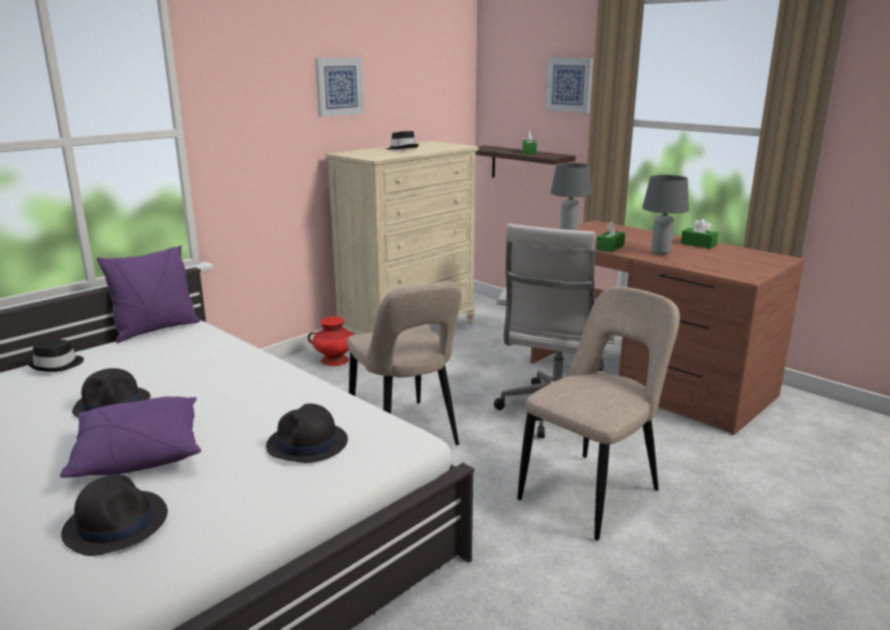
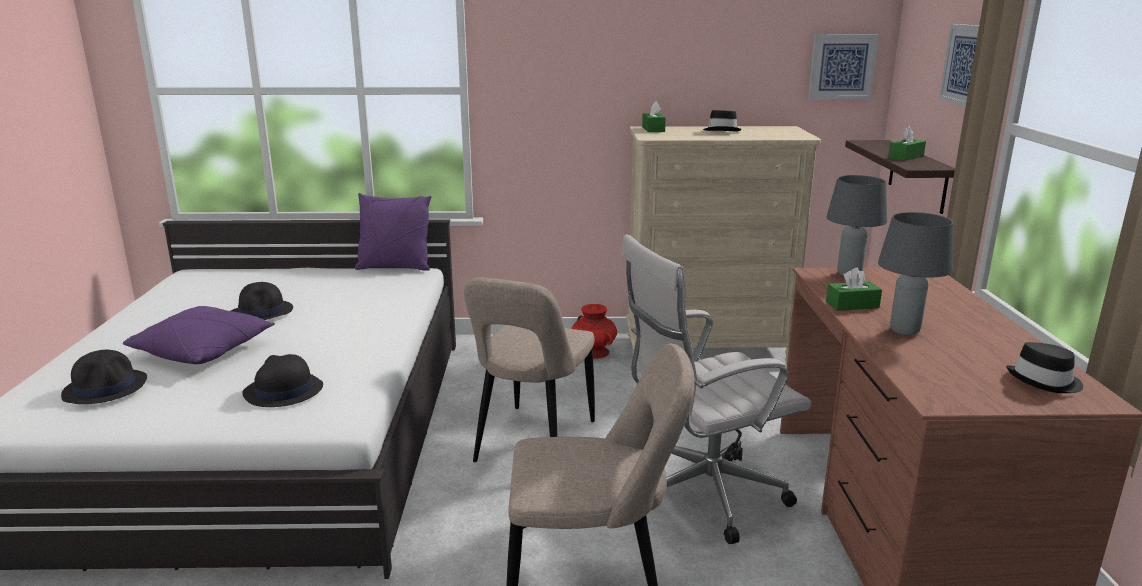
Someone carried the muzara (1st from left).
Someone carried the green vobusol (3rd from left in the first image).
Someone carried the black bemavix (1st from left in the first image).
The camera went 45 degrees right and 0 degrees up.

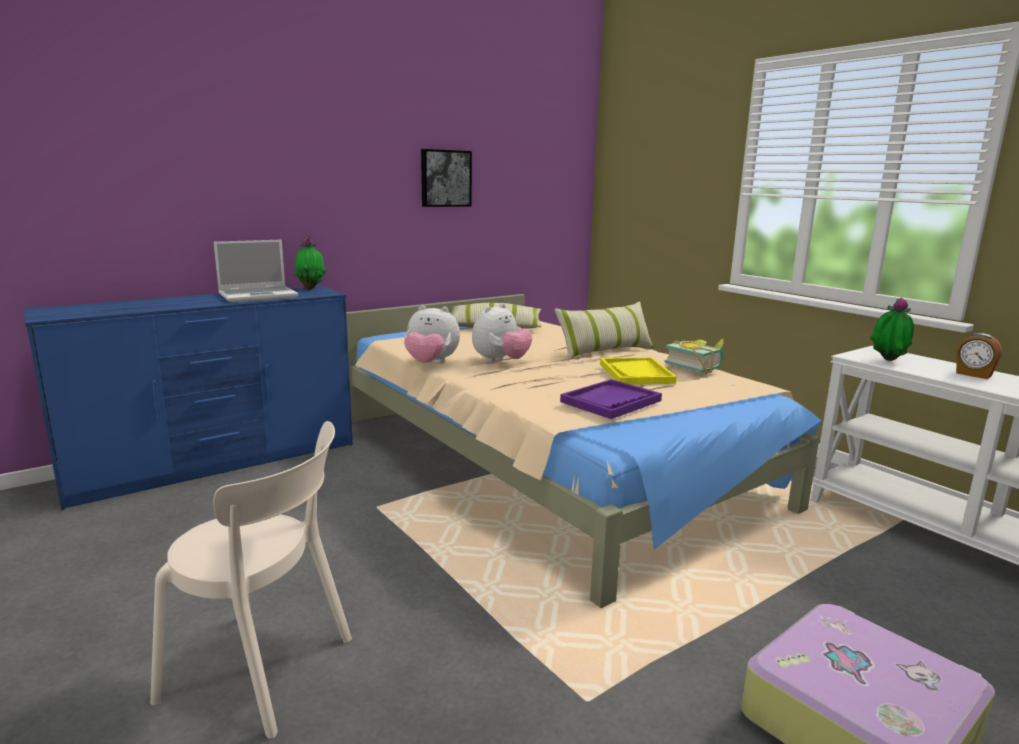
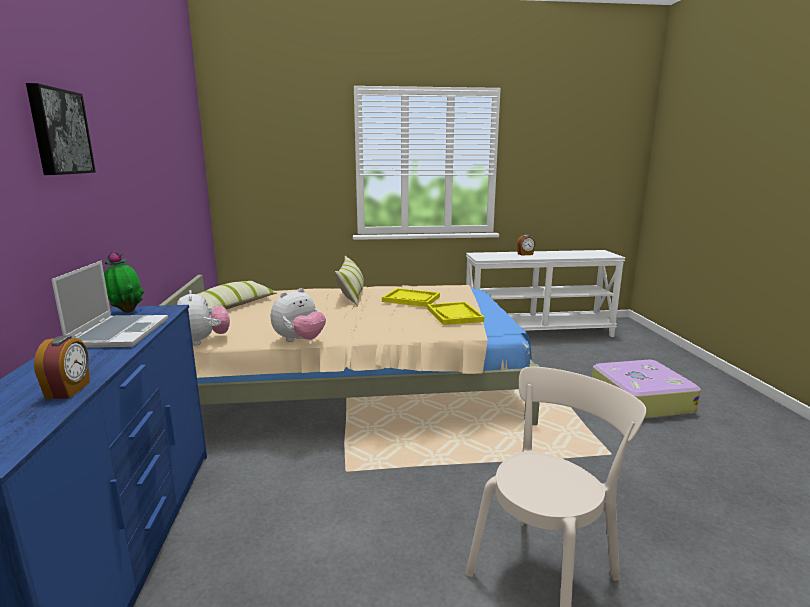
Someone carried the muzara.
Someone took away the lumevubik (2nd from left).
Someone carried the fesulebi (2nd from left in the first image).
Someone took away the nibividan.
Someone repainted the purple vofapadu, which became the yellow vofapadu (2nd from left).
Someone put down the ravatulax (1st from left).
The camera went 60 degrees left and 0 degrees up.

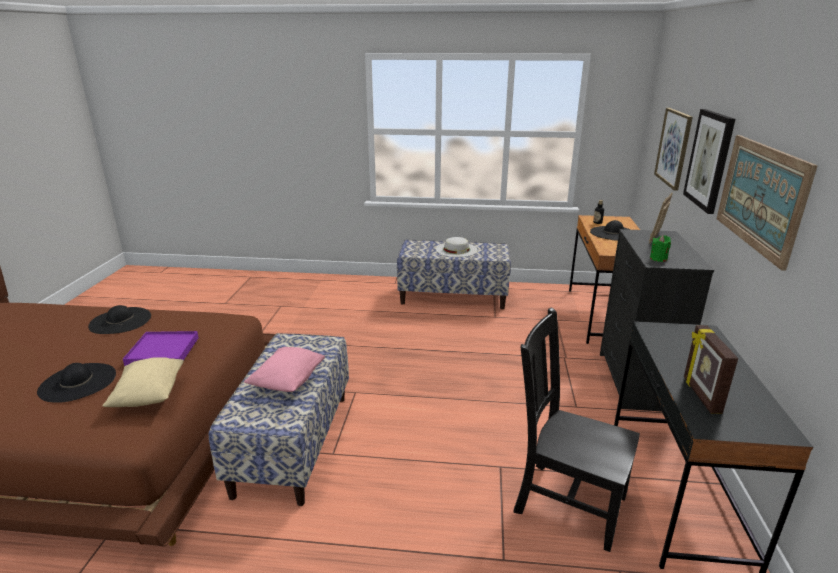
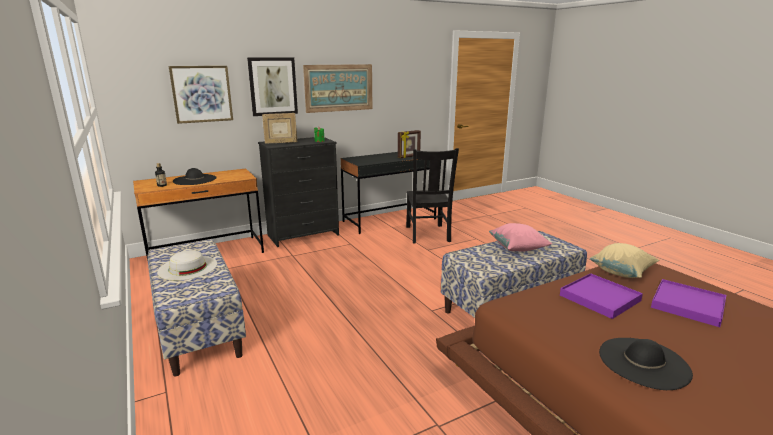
Someone swapped the black bemavix (1st from left) for the purple vofapadu (2nd from left).
The camera went 125 degrees left and 5 degrees down.

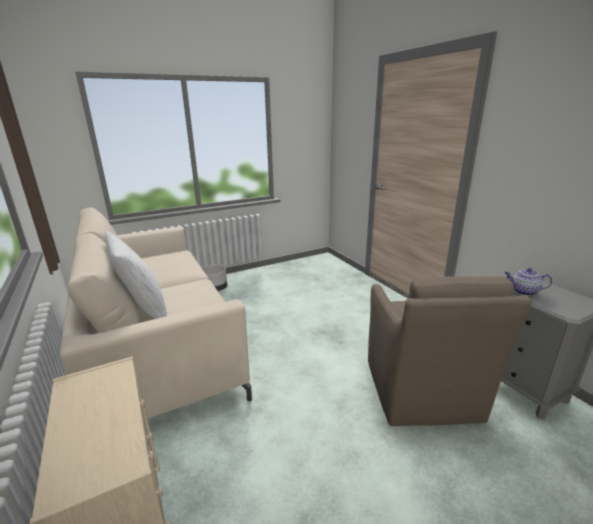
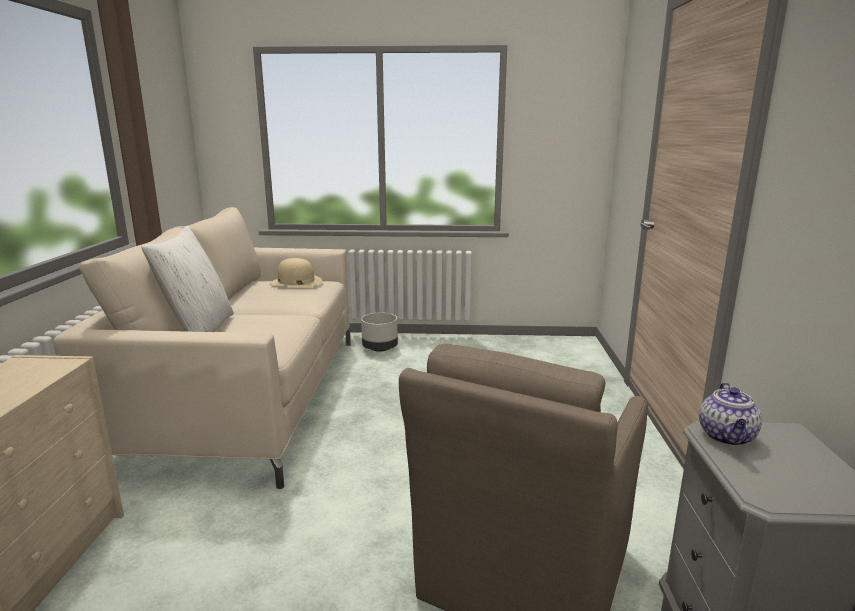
Someone rotated the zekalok by 120 degrees counterclockwise.
Someone put down the beige bemavix.
The camera went 30 degrees right and 5 degrees down.

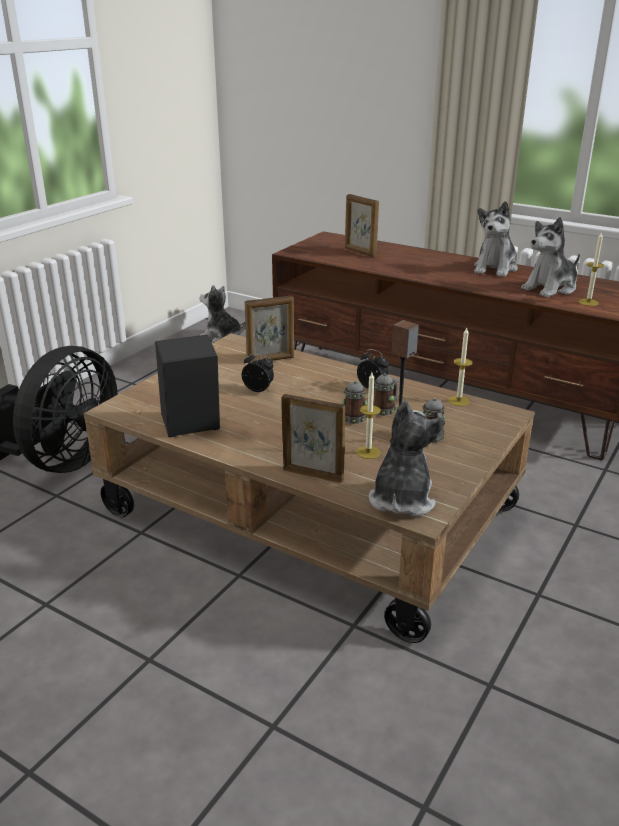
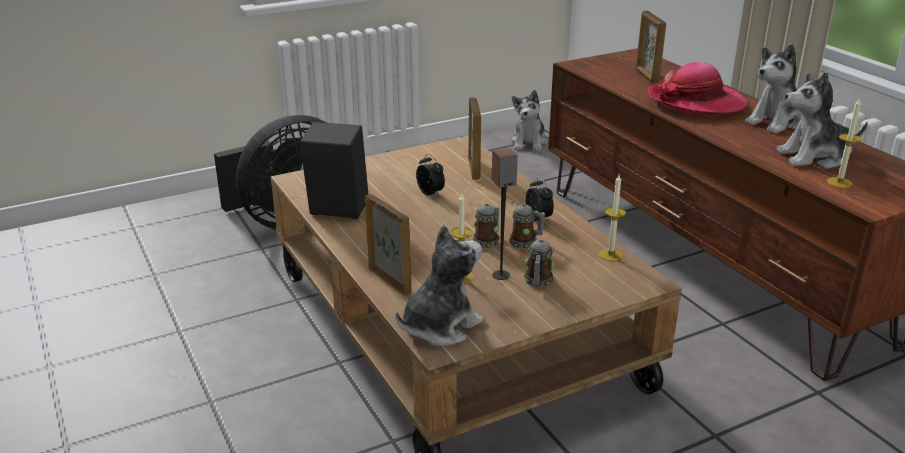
Someone rotated the fesulebi (1st from left in the first image) by 135 degrees counterclockwise.
Someone rotated the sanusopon (1st from left in the first image) by 105 degrees counterclockwise.
Someone put down the bemavix.
The camera went 30 degrees right and 0 degrees up.

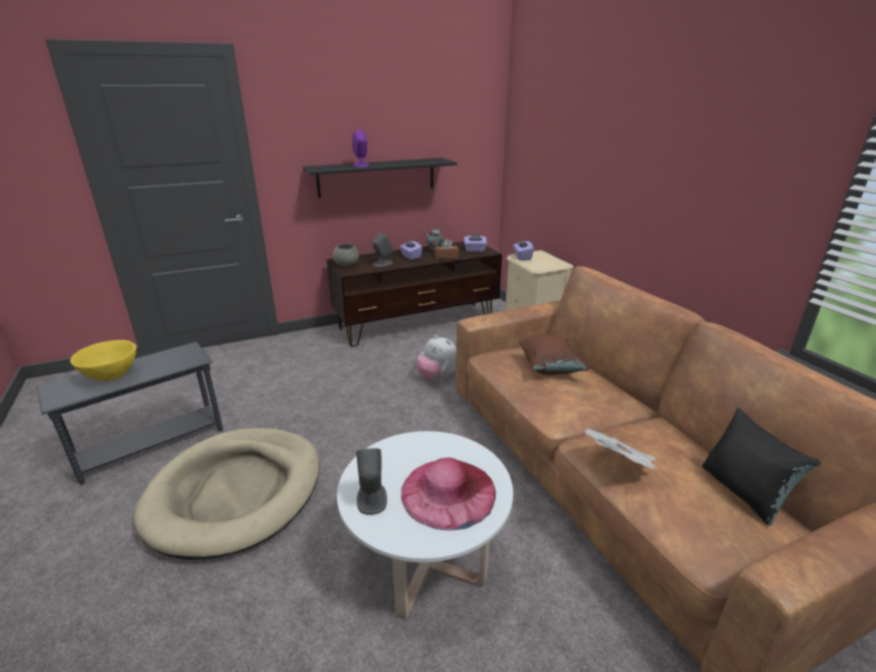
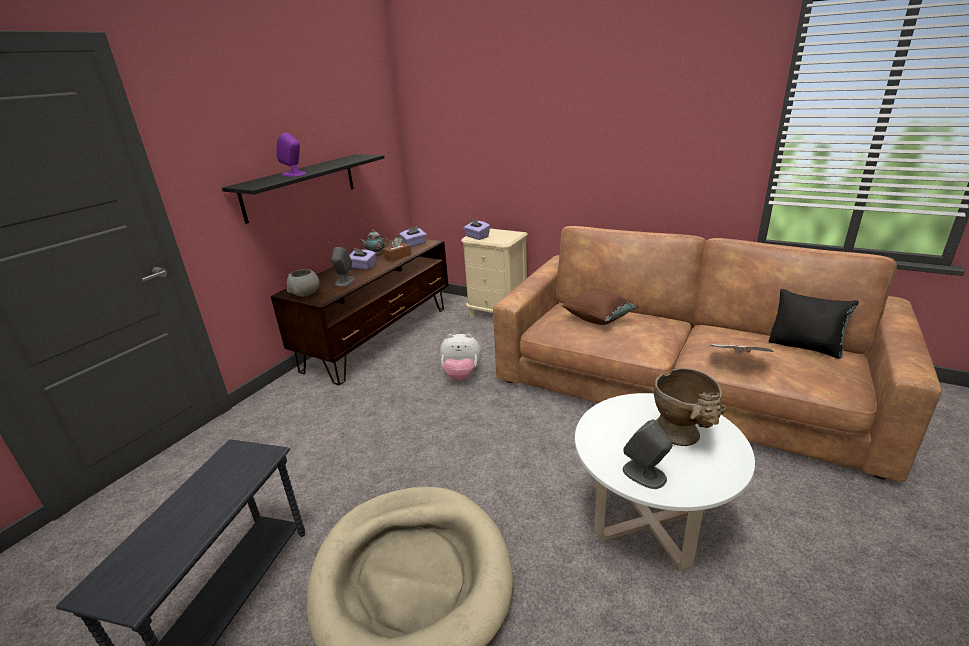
Someone took away the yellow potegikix.
Someone swapped the pink bemavix for the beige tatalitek.
The camera went 35 degrees left and 0 degrees up.

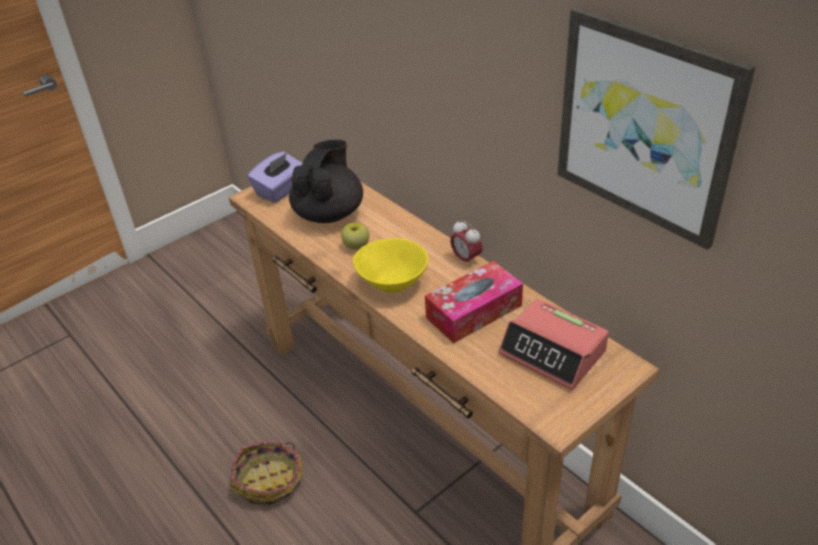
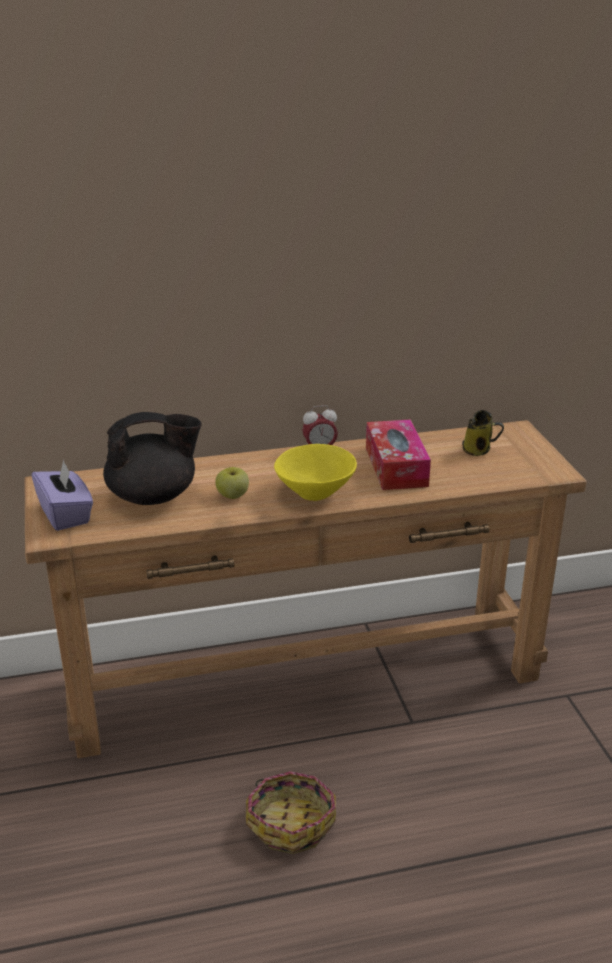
Someone took away the muzara.
Someone rotated the black zekalok by 120 degrees clockwise.
Someone swapped the ravatulax (2nd from left) for the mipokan.
The camera went 65 degrees left and 10 degrees down.

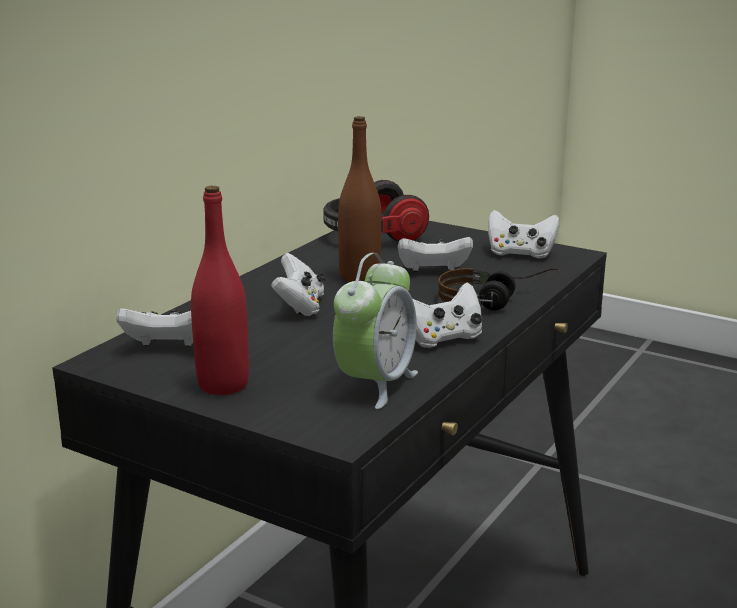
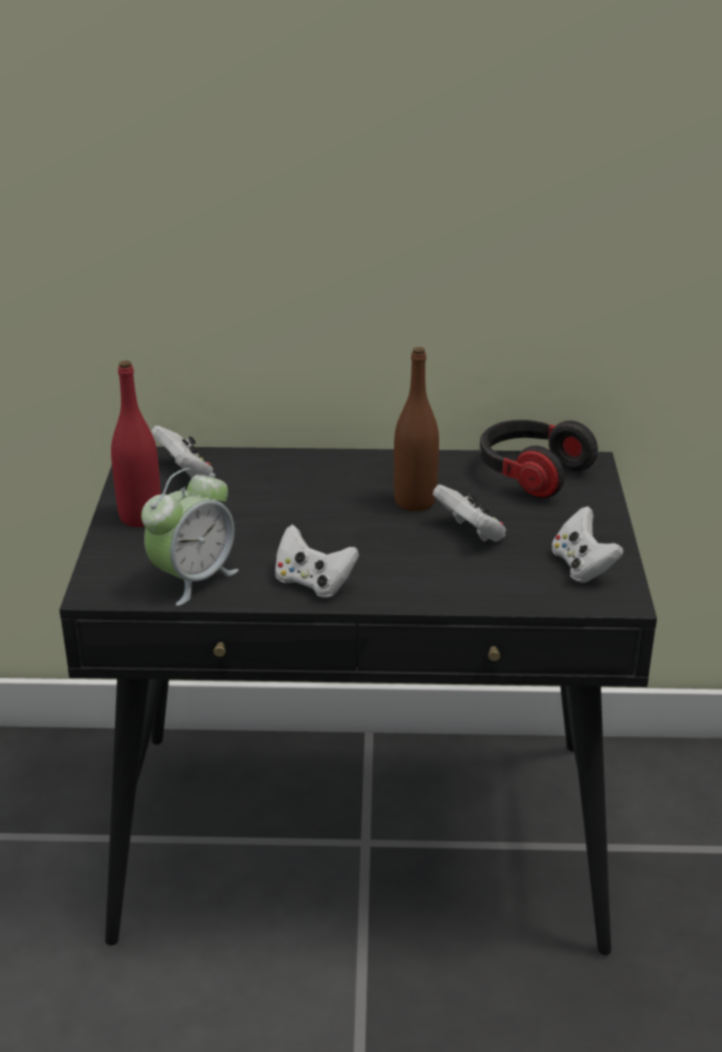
Someone took away the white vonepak (2nd from left).
Someone rotated the ravatulax by 45 degrees counterclockwise.
Someone took away the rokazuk (2nd from left).
The camera went 60 degrees right and 10 degrees up.

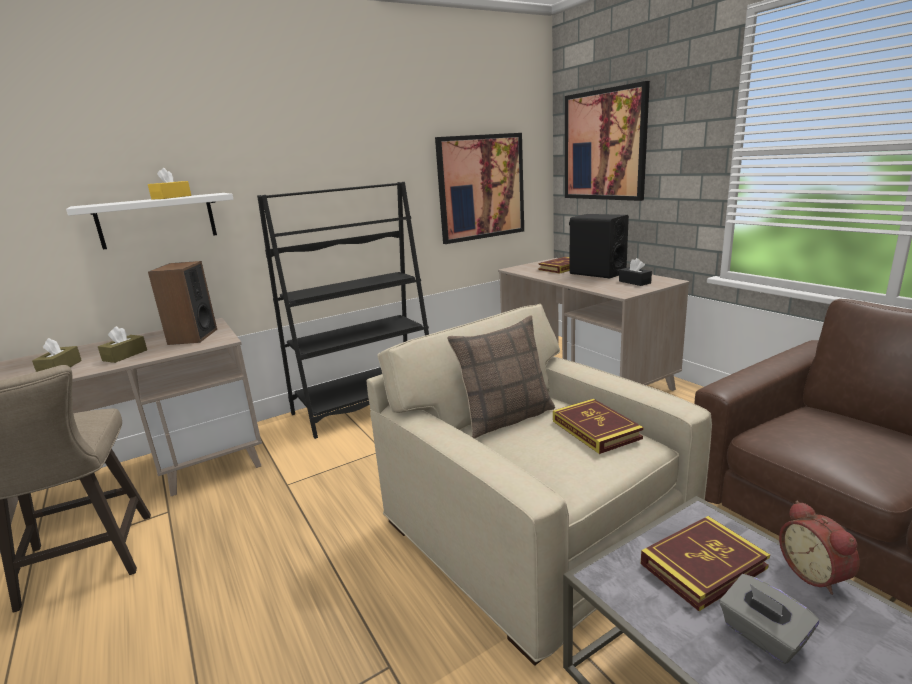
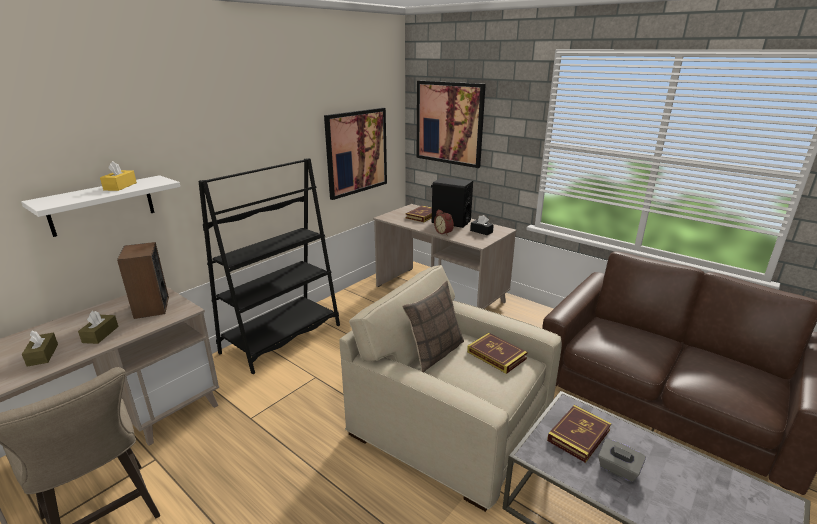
Someone carried the ravatulax.
The camera went 20 degrees left and 5 degrees up.

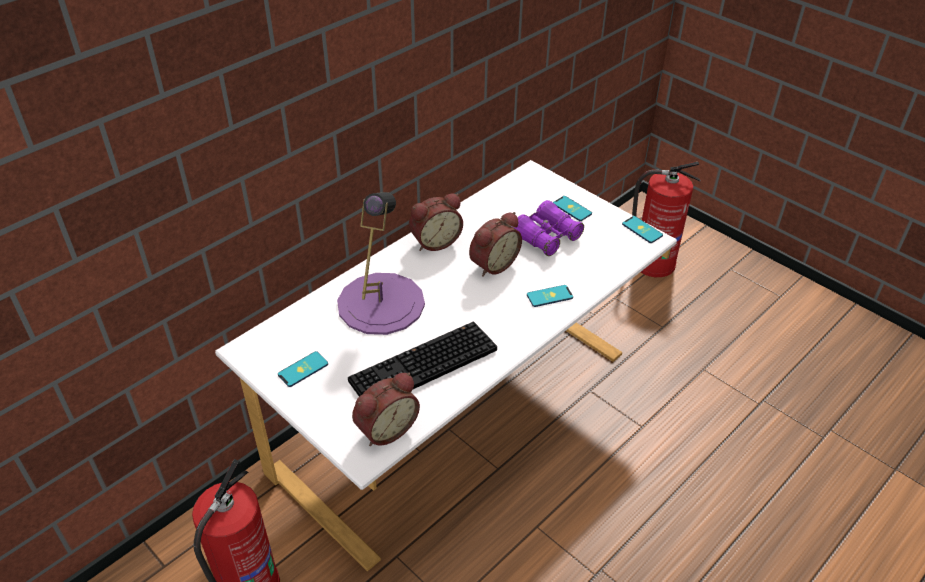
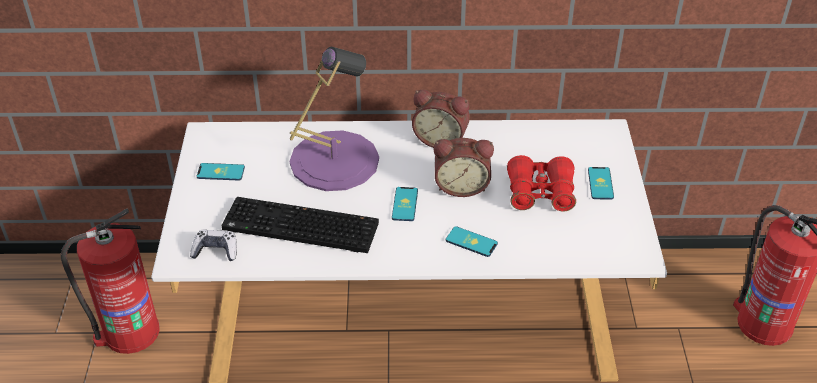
Someone repainted the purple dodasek, which became the red dodasek.
Someone carried the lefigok (4th from left in the first image).
Someone swapped the ravatulax (1st from left) for the vonepak.
The camera went 45 degrees right and 0 degrees up.

